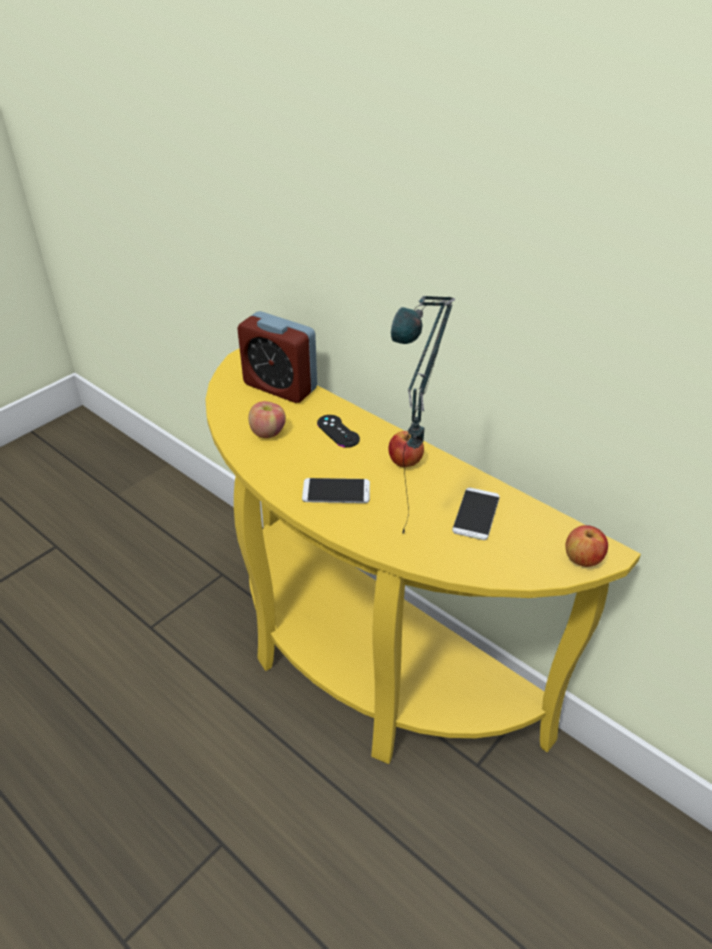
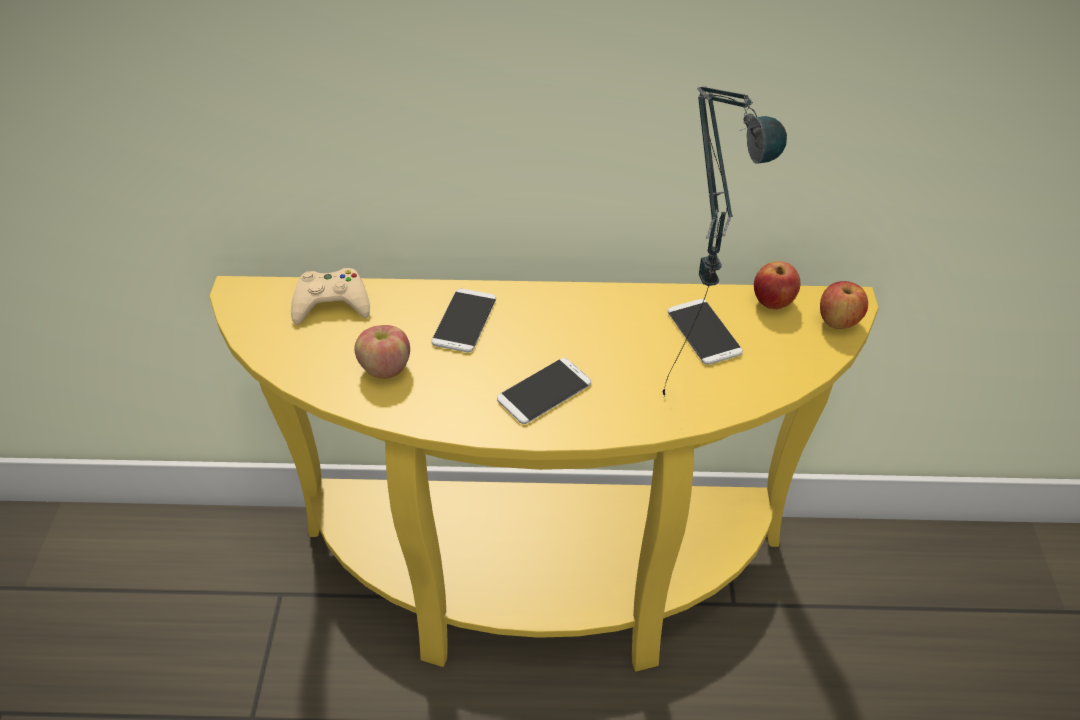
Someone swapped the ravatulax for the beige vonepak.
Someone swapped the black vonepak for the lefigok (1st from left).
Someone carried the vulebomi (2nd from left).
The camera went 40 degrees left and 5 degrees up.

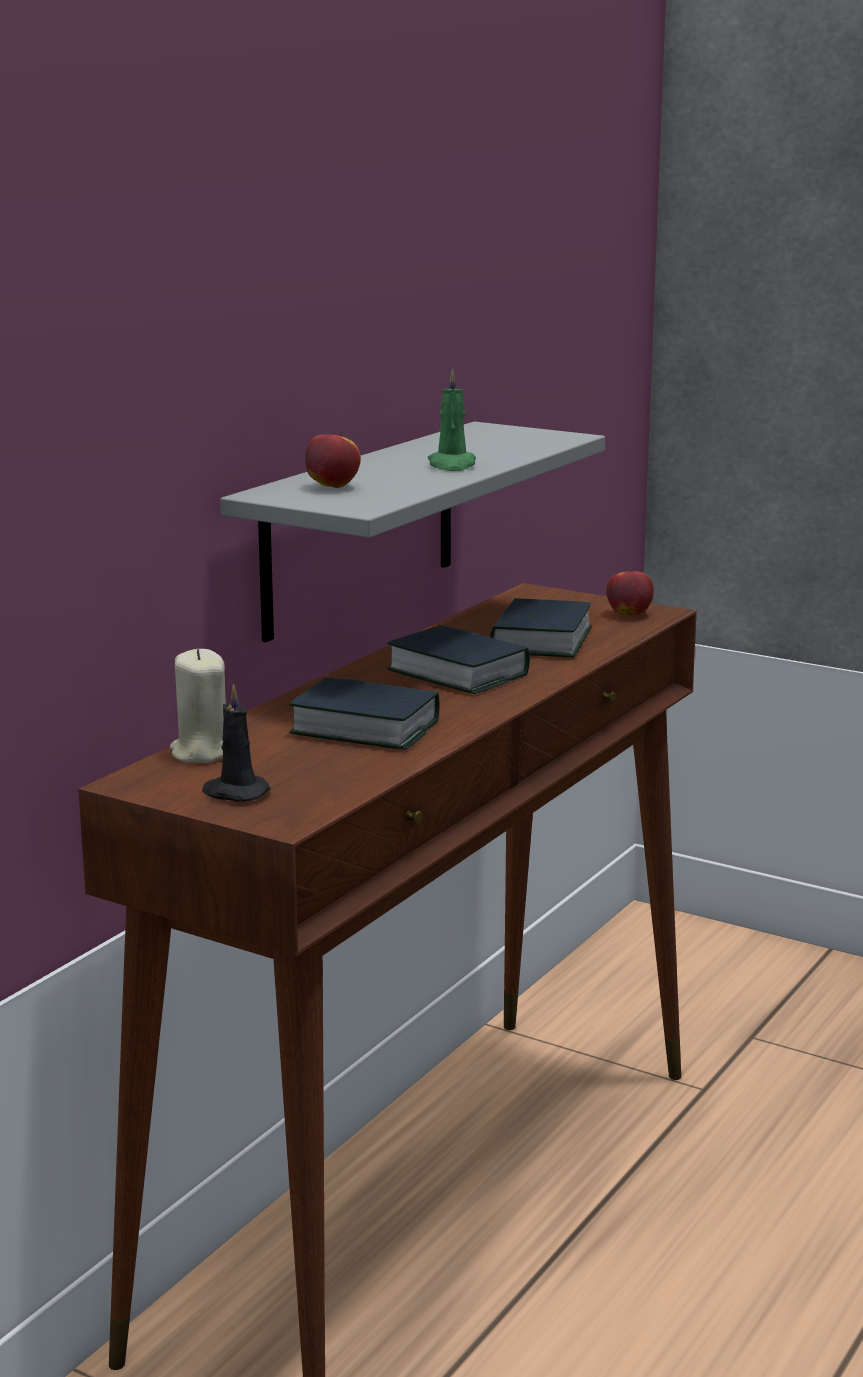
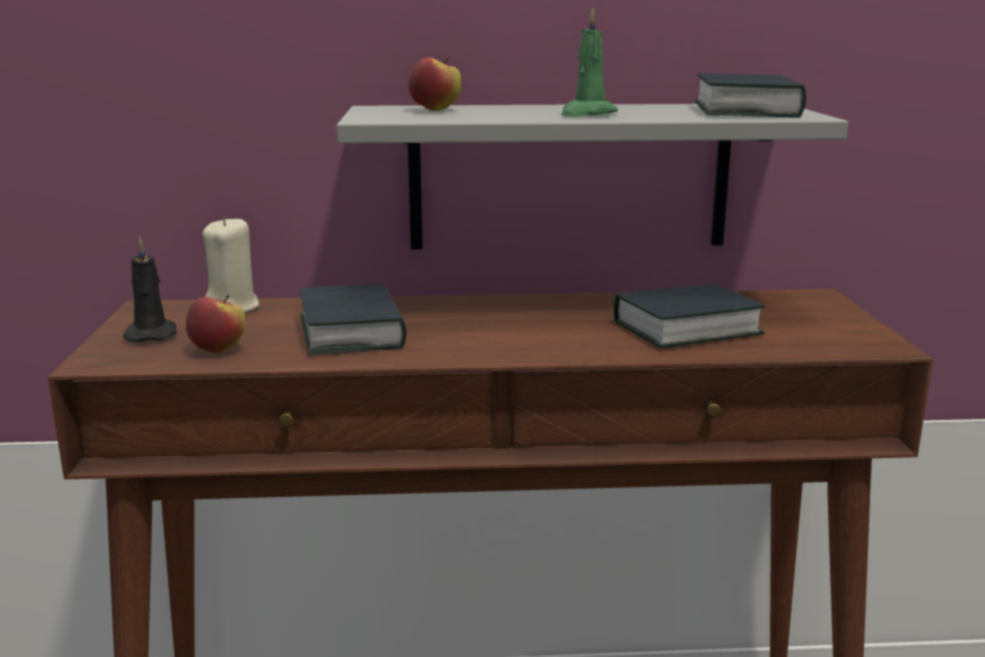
Someone carried the vulebomi (2nd from left in the first image).
Someone carried the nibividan (2nd from left in the first image).
The camera went 55 degrees right and 0 degrees up.

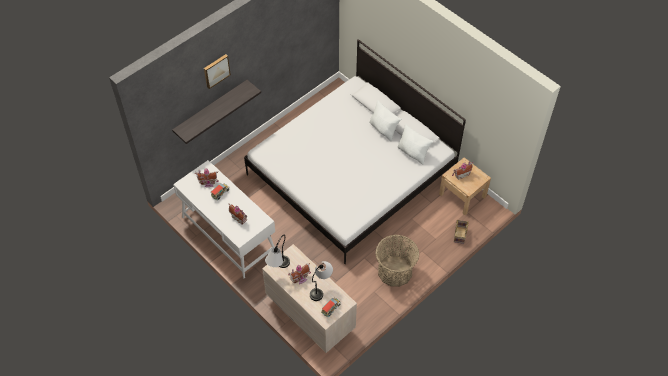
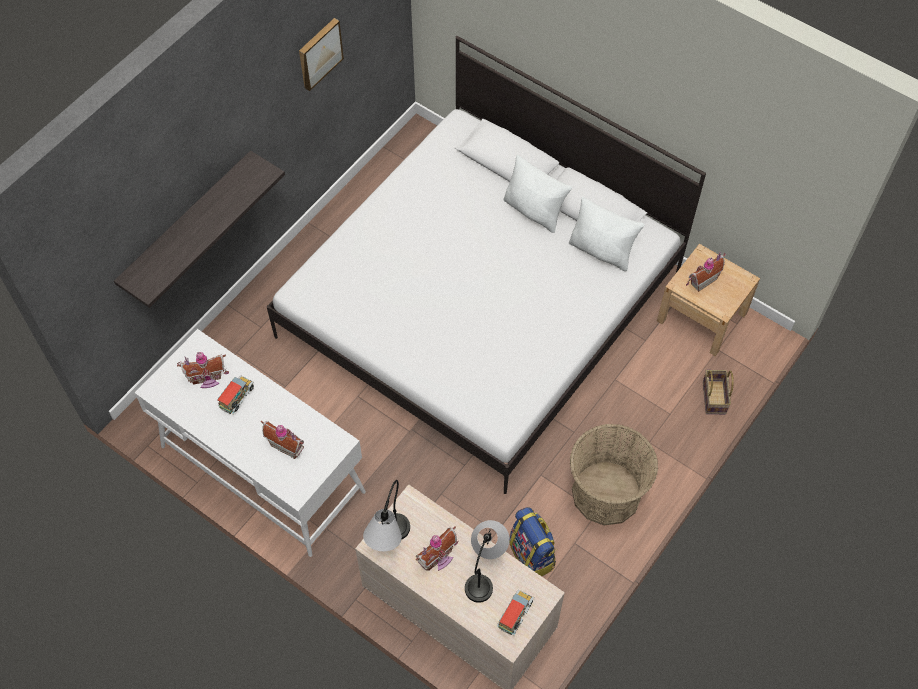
Someone carried the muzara.
Someone put down the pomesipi.
The camera went 10 degrees left and 5 degrees up.

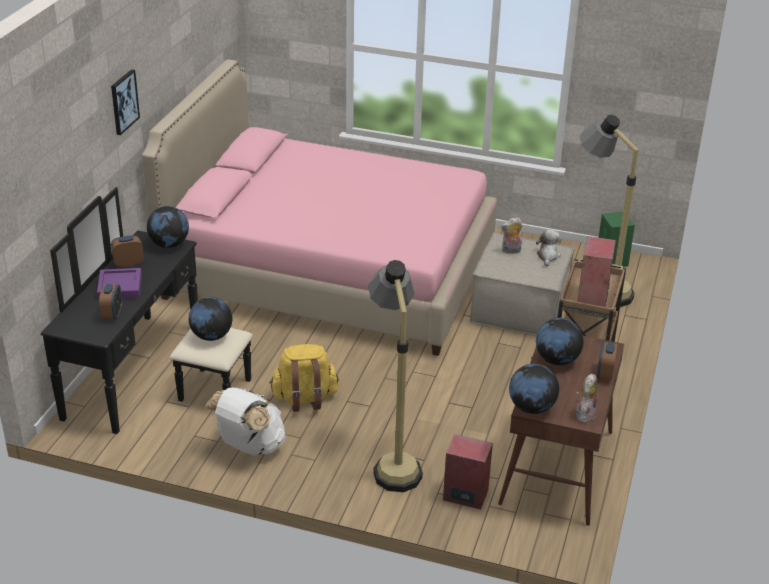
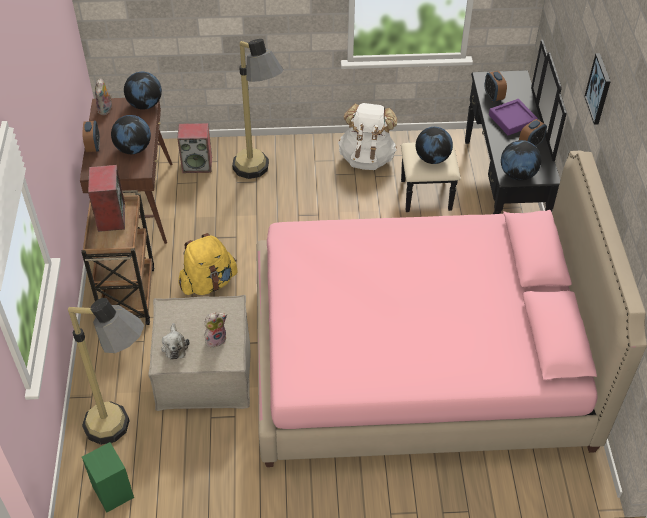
Someone carried the yellow pomesipi.
The camera went 160 degrees right and 15 degrees up.

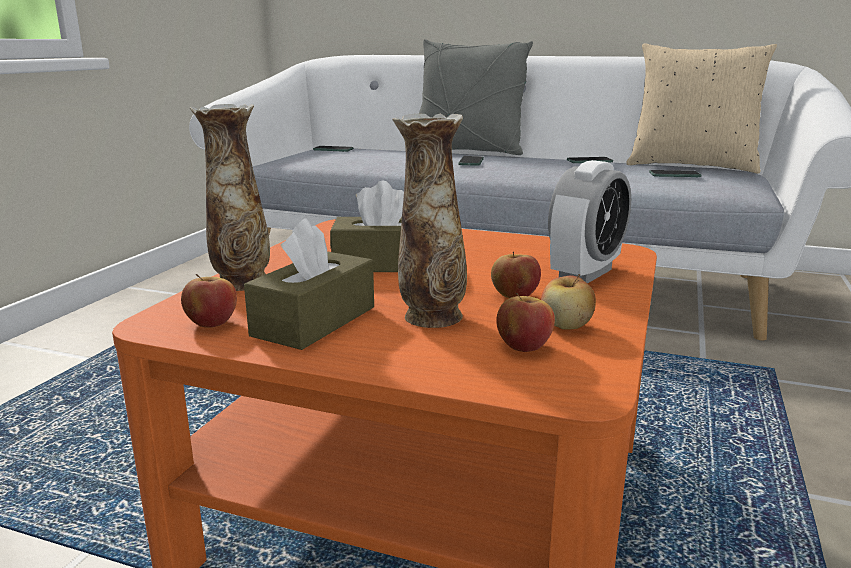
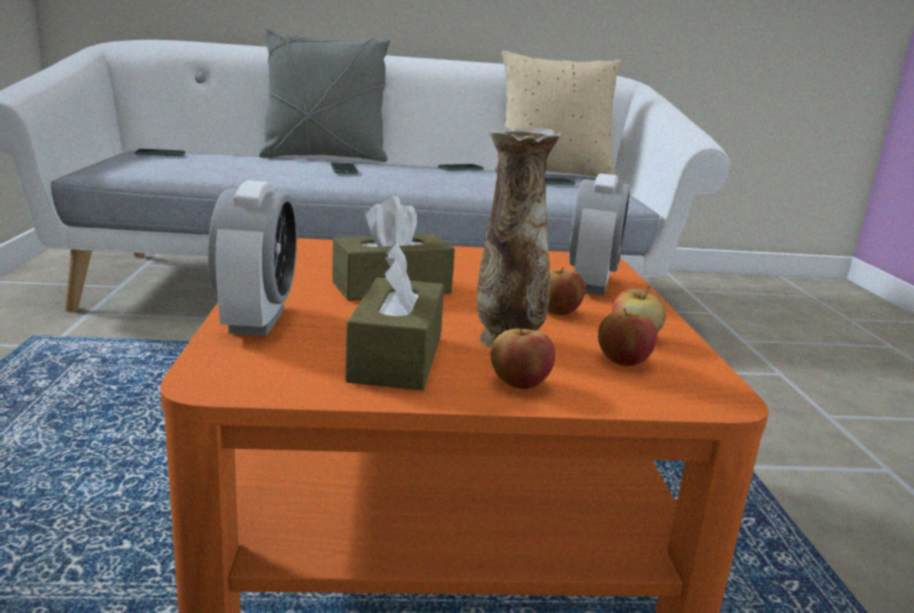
Someone swapped the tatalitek (1st from left) for the ravatulax (1st from left).
Someone carried the vulebomi (1st from left).
The camera went 25 degrees left and 0 degrees up.

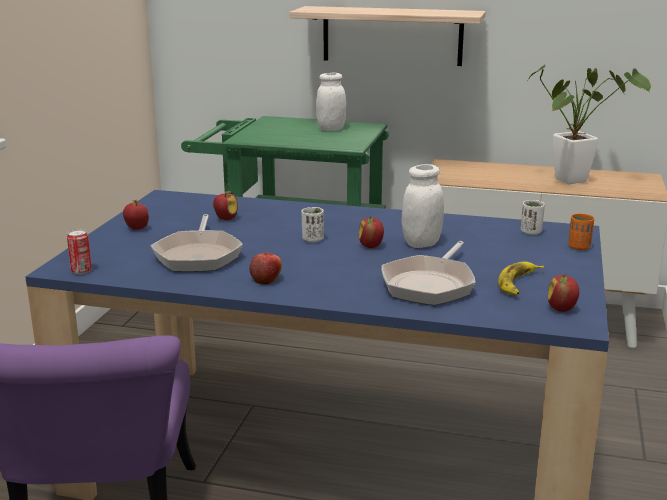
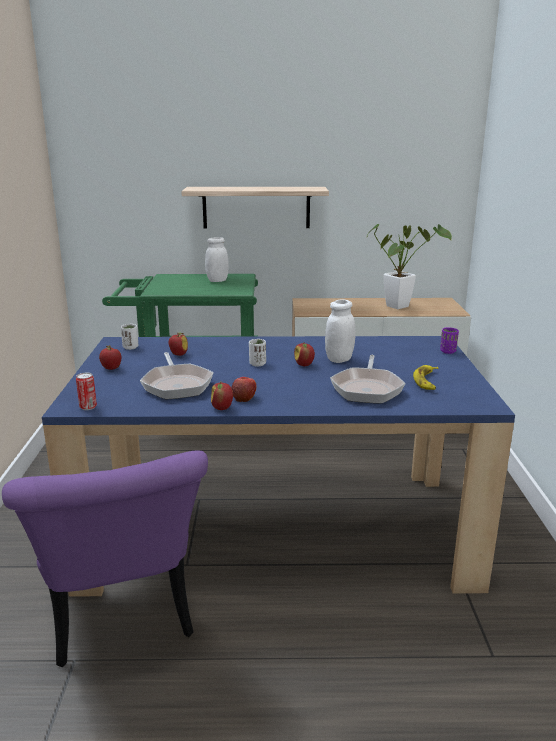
Someone carried the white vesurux (2nd from left in the first image).
Someone repainted the orange vesurux, which became the purple vesurux.
Someone carried the vulebomi (5th from left in the first image).
The camera went 15 degrees left and 0 degrees up.

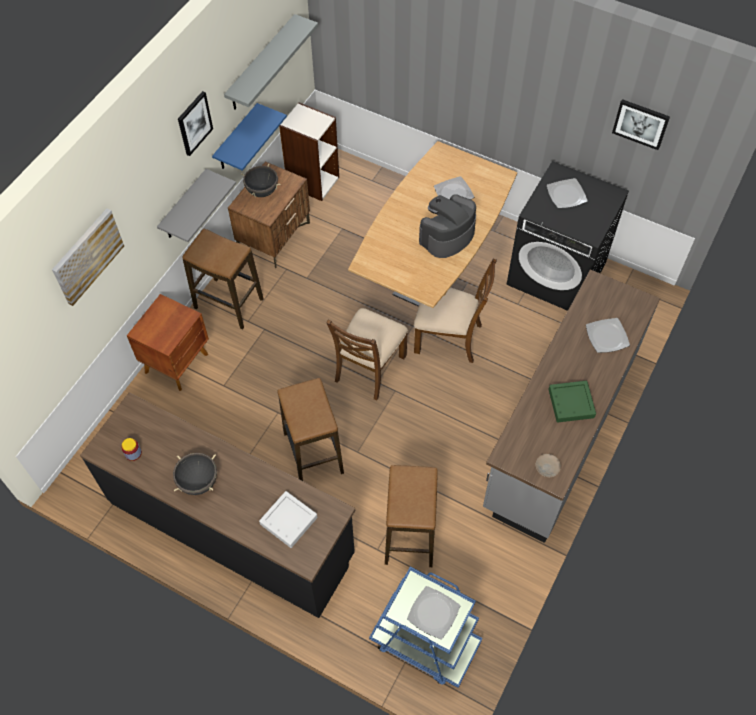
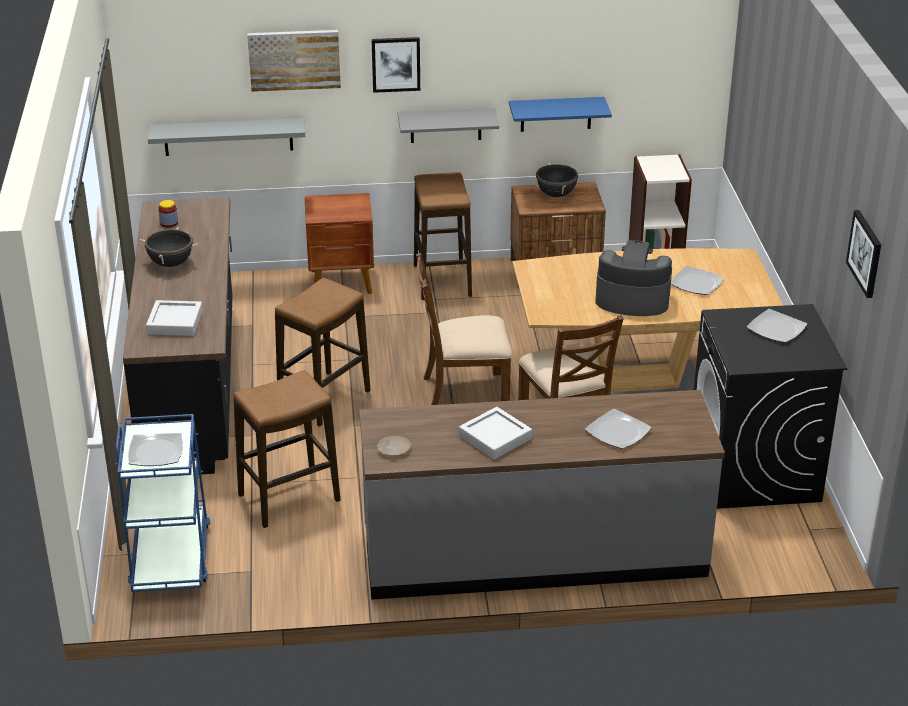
Someone carried the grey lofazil (2nd from left in the first image).
Someone carried the muzara (2nd from left).
Someone repainted the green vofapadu, which became the grey vofapadu (2nd from left).
The camera went 55 degrees right and 25 degrees down.

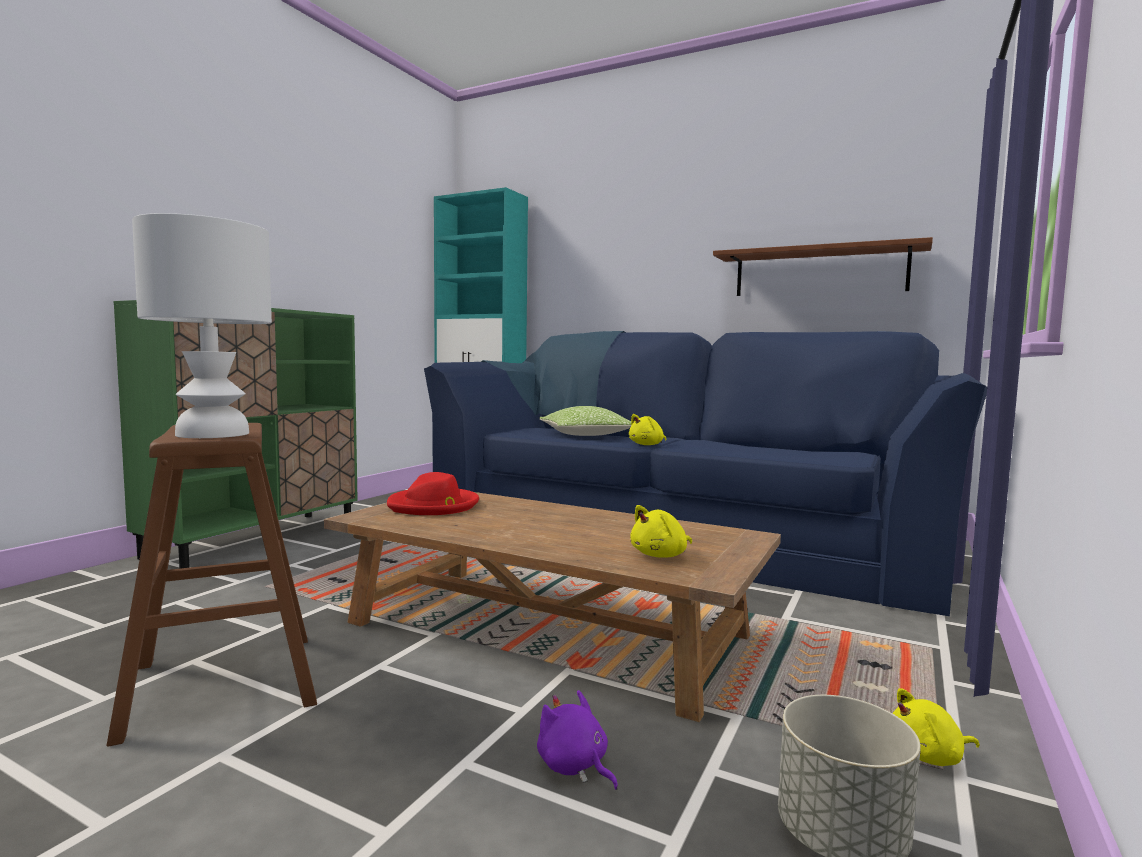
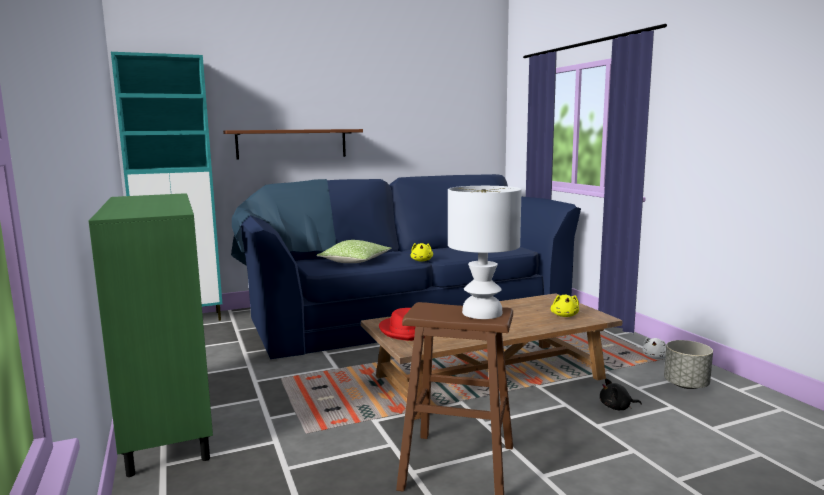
Someone carried the brown lofazil.
Someone repainted the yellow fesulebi (3rd from left), which became the white fesulebi.
Someone repainted the purple fesulebi, which became the black fesulebi.
The camera went 50 degrees left and 5 degrees up.

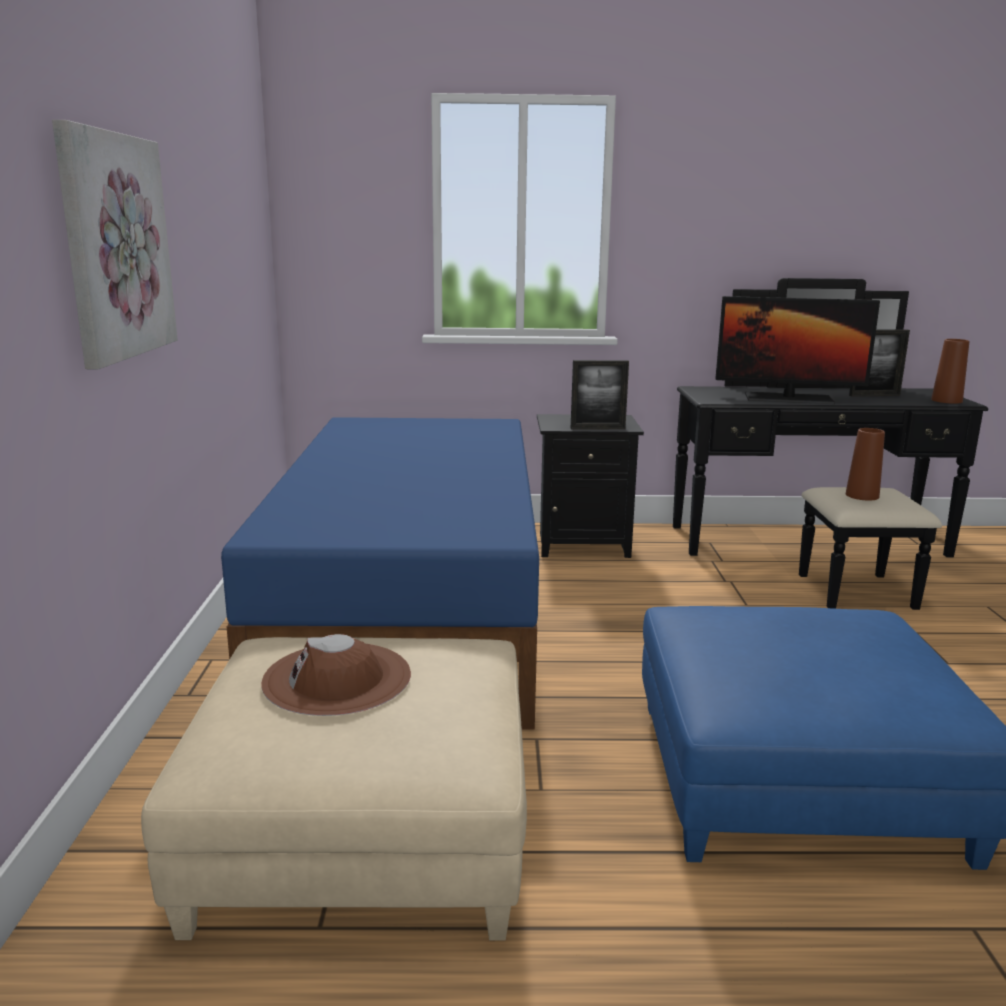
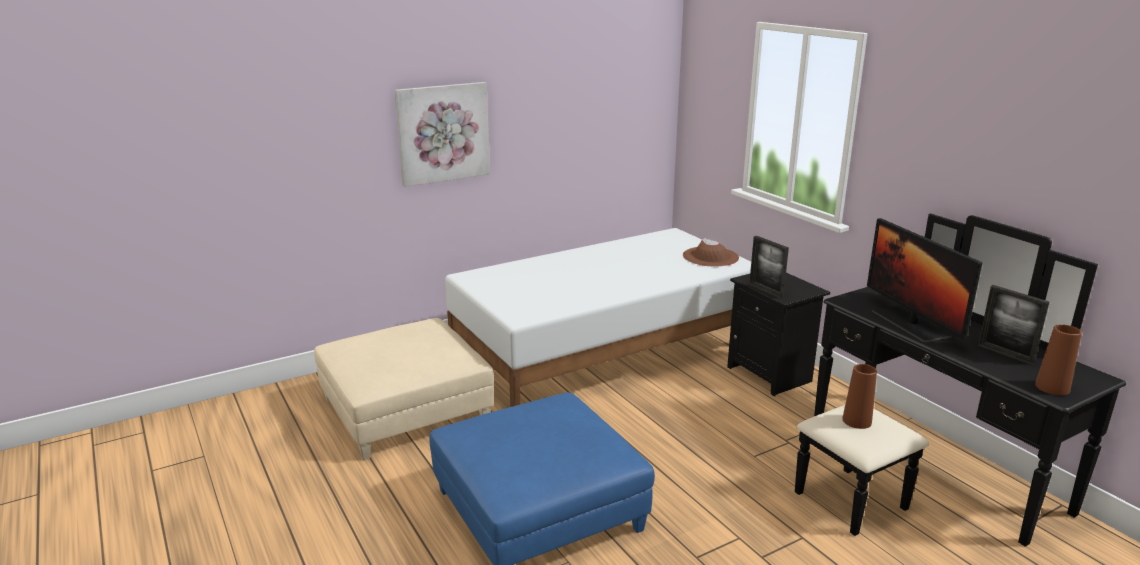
Someone repainted the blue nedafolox, which became the white nedafolox.
Someone carried the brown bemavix.
The camera went 60 degrees right and 5 degrees up.

